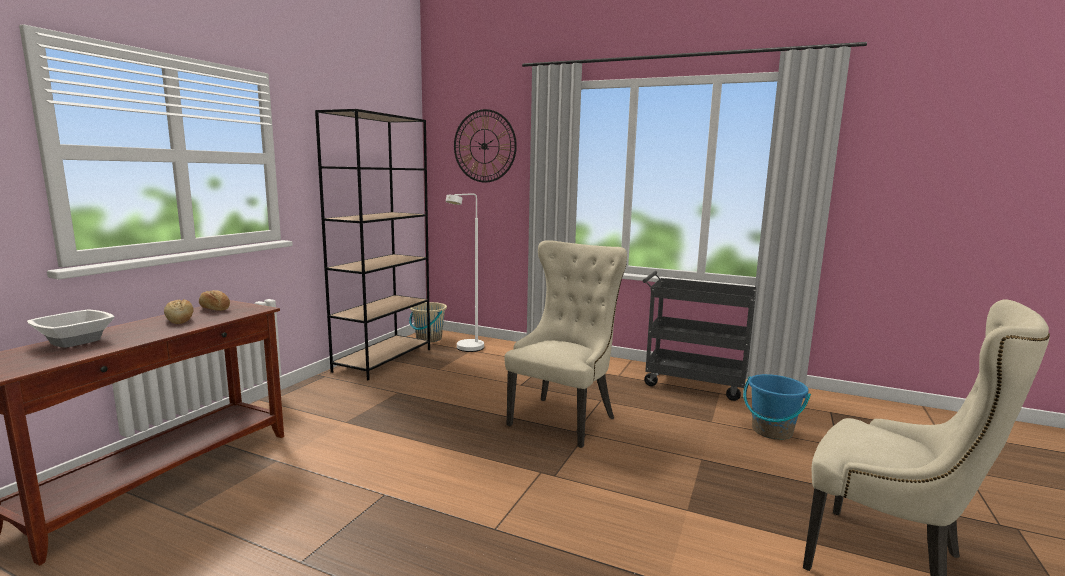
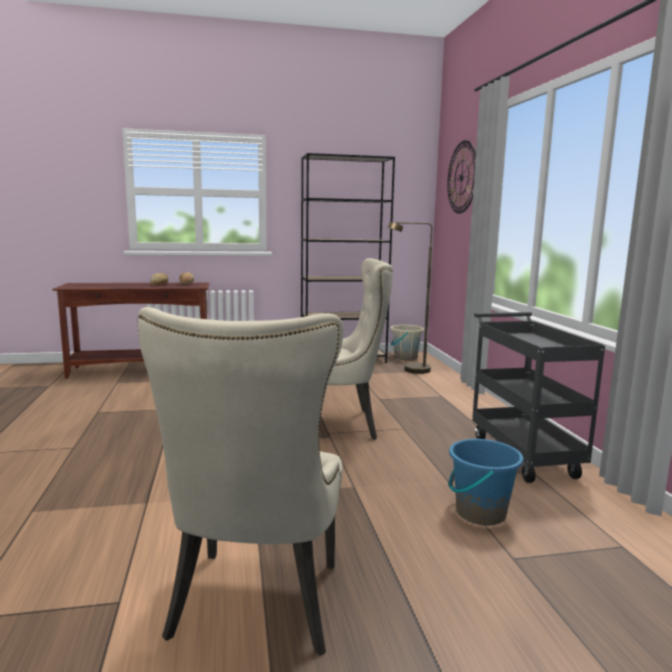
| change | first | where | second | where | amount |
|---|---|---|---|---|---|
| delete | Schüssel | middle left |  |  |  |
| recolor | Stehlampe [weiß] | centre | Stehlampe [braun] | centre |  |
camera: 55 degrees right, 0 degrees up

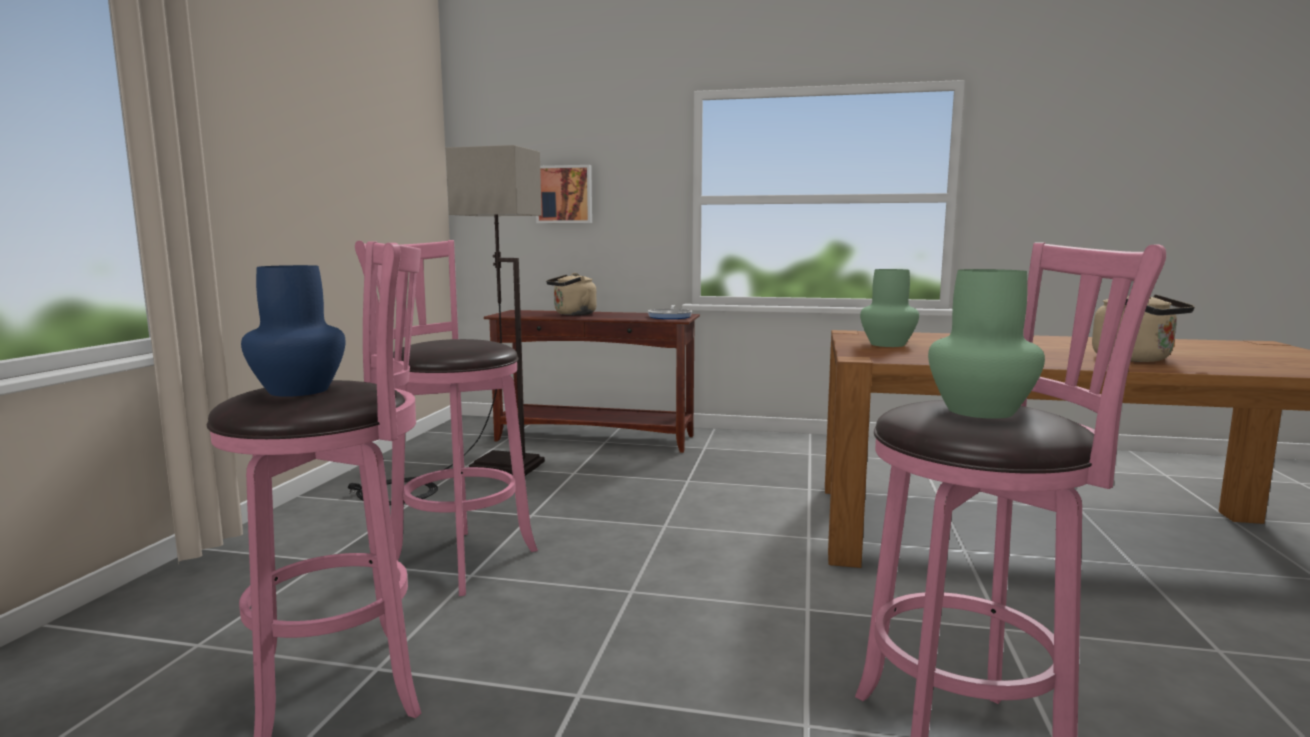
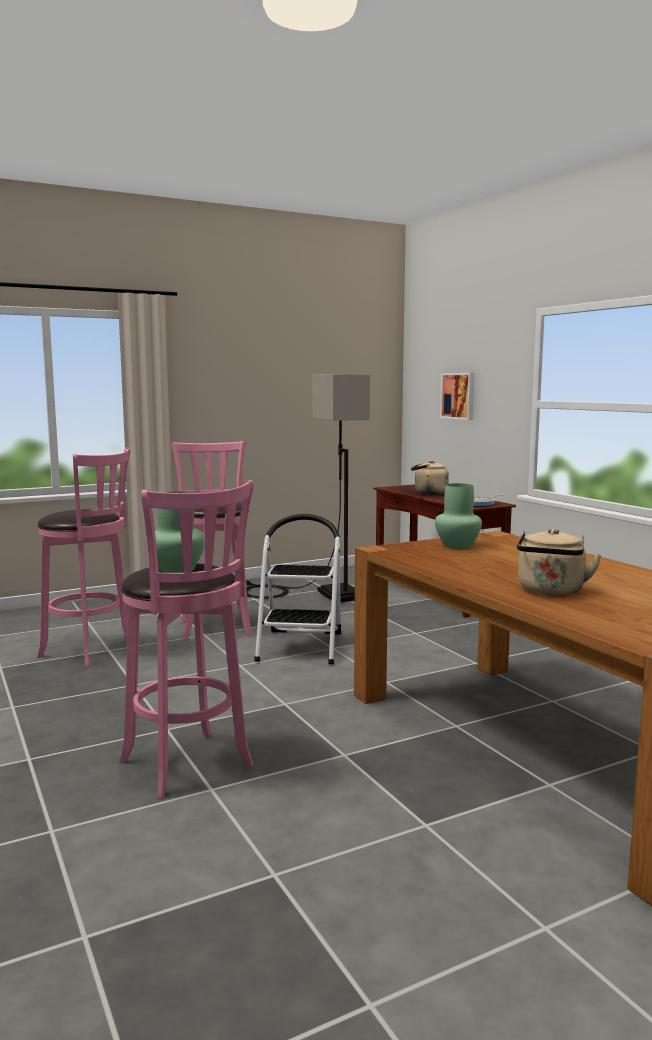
| change | first | where | second | where | amount |
|---|---|---|---|---|---|
| delete | Vase [blau] | middle left |  |  |  |
| insert |  |  | Trittleiter | centre |  |
camera: 50 degrees right, 0 degrees up

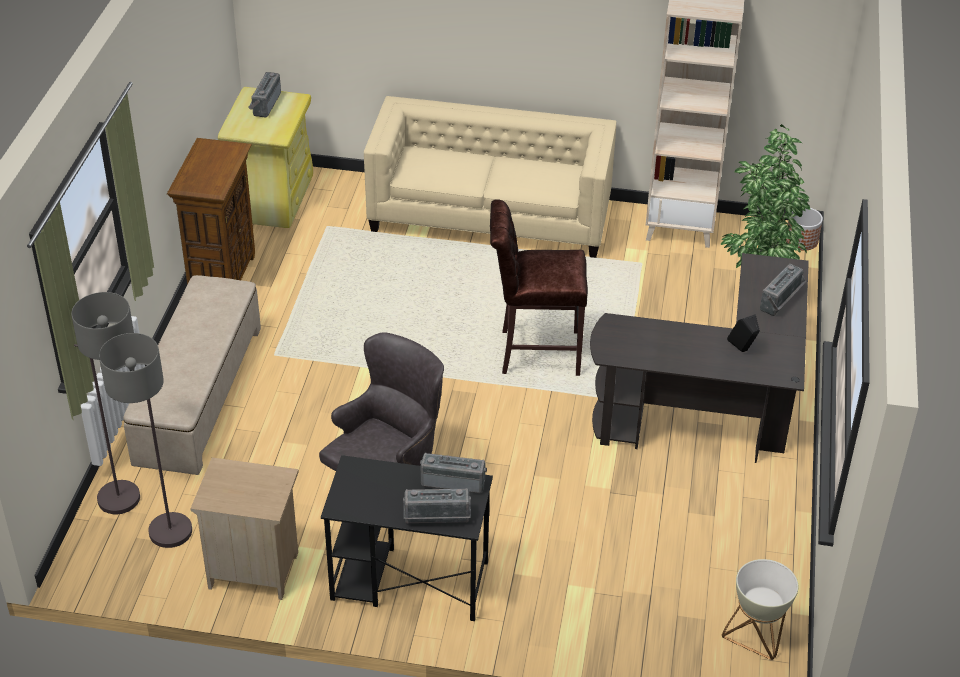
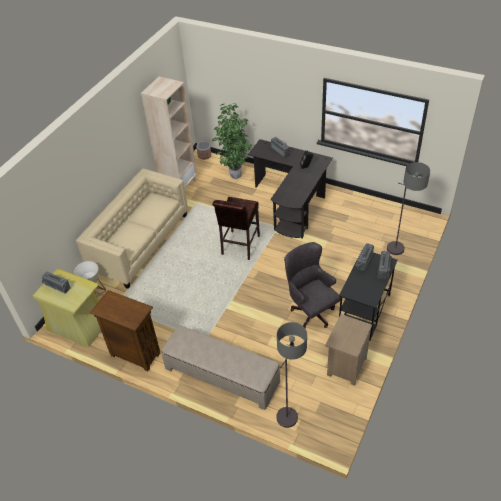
| change | first | where | second | where | amount |
|---|---|---|---|---|---|
| move | Stehlampe [grau] (2nd from left) | middle left |  | middle right |  |
| move | Pflanzkübel (1st from left) | bottom right |  | middle left |  |
camera: 70 degrees left, 5 degrees up

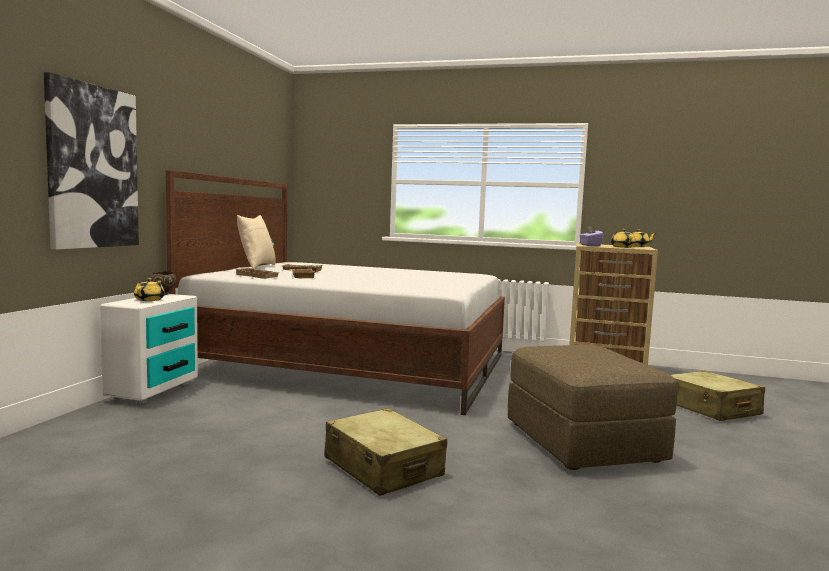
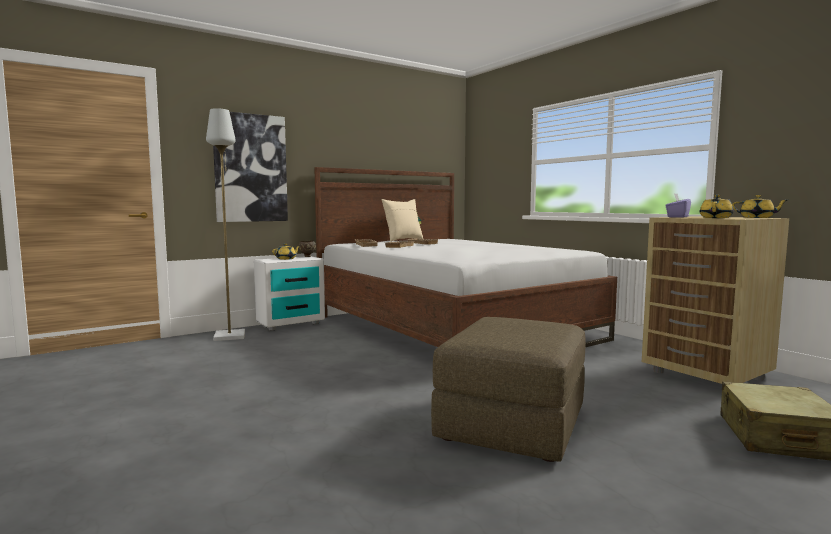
| change | first | where | second | where | amount |
|---|---|---|---|---|---|
| delete | Koffer [beige] (1st from left) | bottom centre |  |  |  |
| insert |  |  | Stehlampe [grau] | middle left |  |
camera: 40 degrees right, 0 degrees up

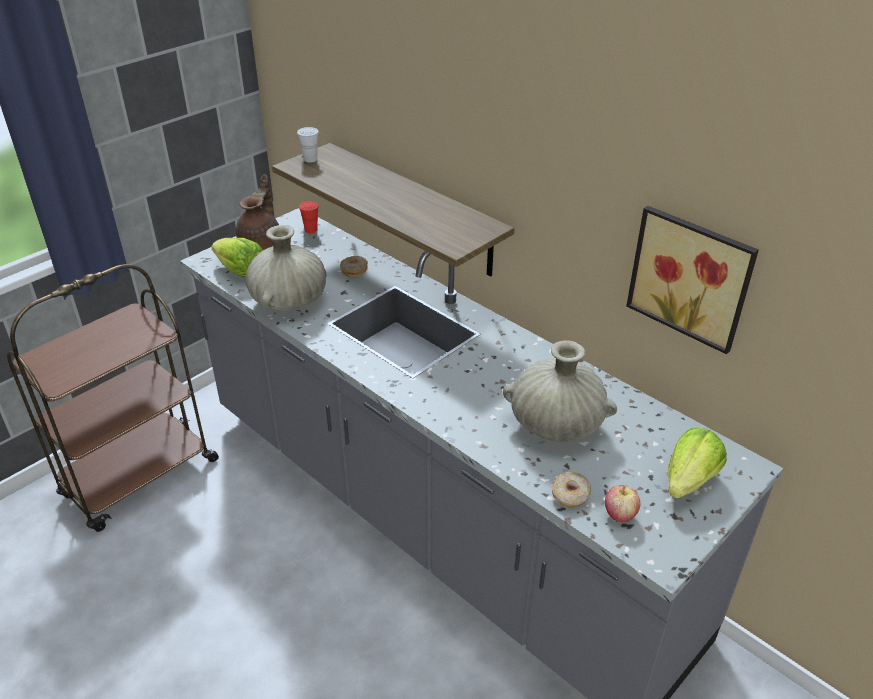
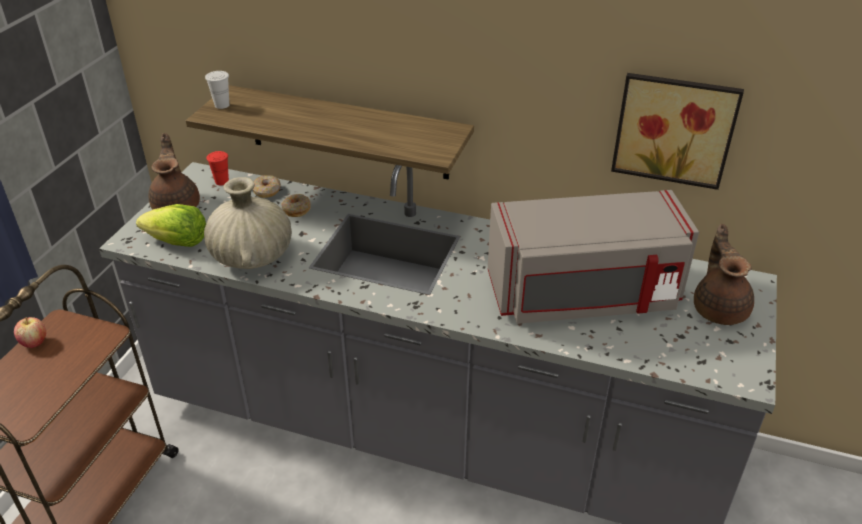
| change | first | where | second | where | amount |
|---|---|---|---|---|---|
| move | Donut (2nd from left in the first image) | bottom centre | Donut (1st from left) | middle left |  |
| move | Apfel | bottom right |  | middle left |  |
| replace | Vase [beige] (2nd from left) | centre | Mikrowelle [grau] | middle right |  |
| replace | Salatkopf (2nd from left) | middle right | Teekanne [braun] (2nd from left) | middle right |  |
camera: 25 degrees left, 0 degrees up

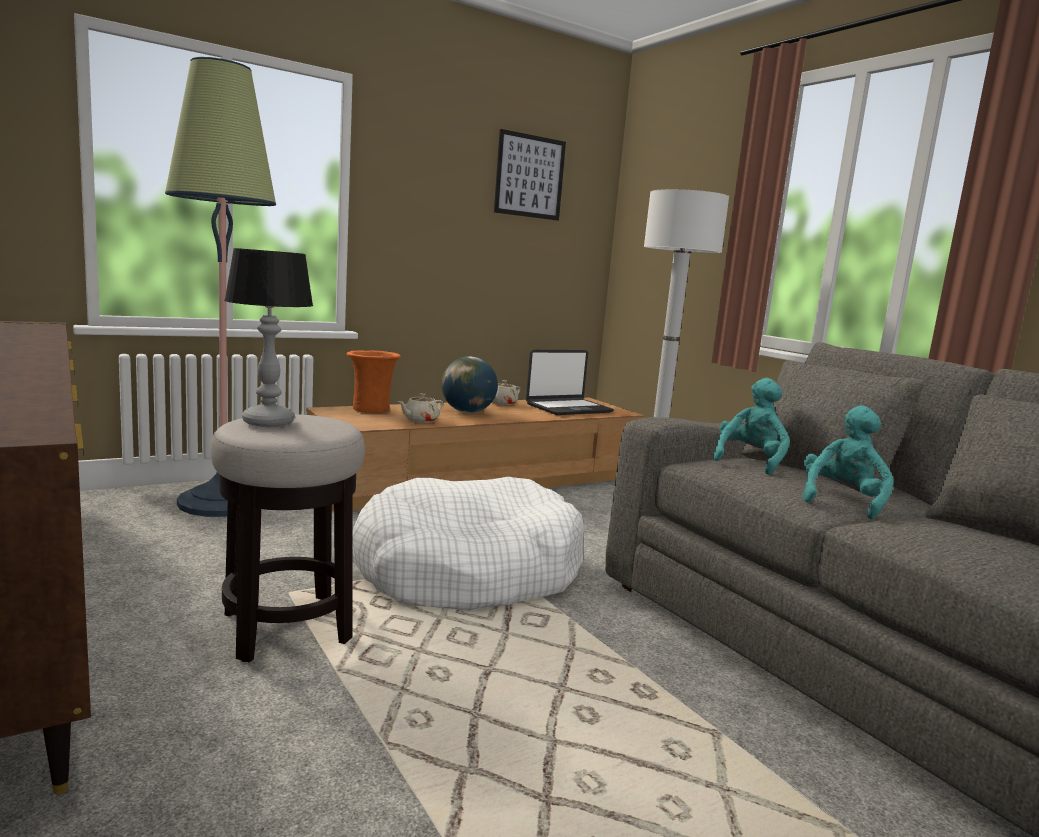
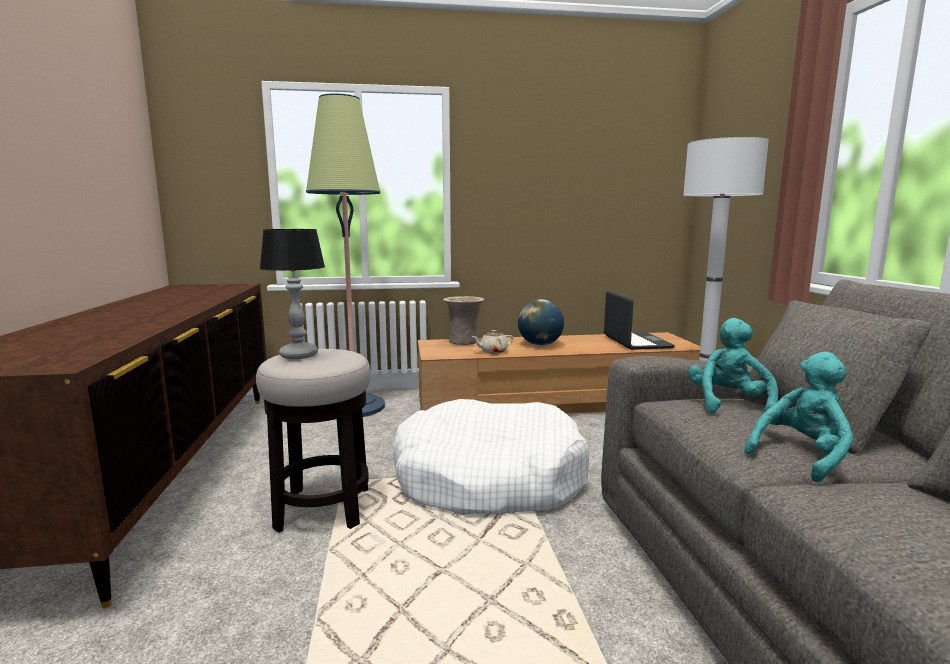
| change | first | where | second | where | amount |
|---|---|---|---|---|---|
| delete | Teekanne [beige] (2nd from left) | centre |  |  |  |
| delete | Bild | top centre |  |  |  |
| recolor | Vase [orange] | centre | Vase [beige] | centre |  |
| rotate | Laptop | centre |  | middle right | 90 degrees counterclockwise |
| rotate | Plüschtier [türkis] (1st from left) | middle right |  | middle right | 45 degrees counterclockwise |
camera: 25 degrees right, 0 degrees up

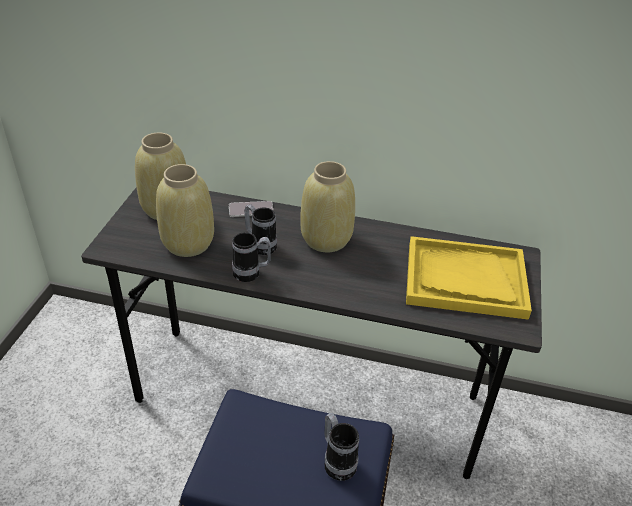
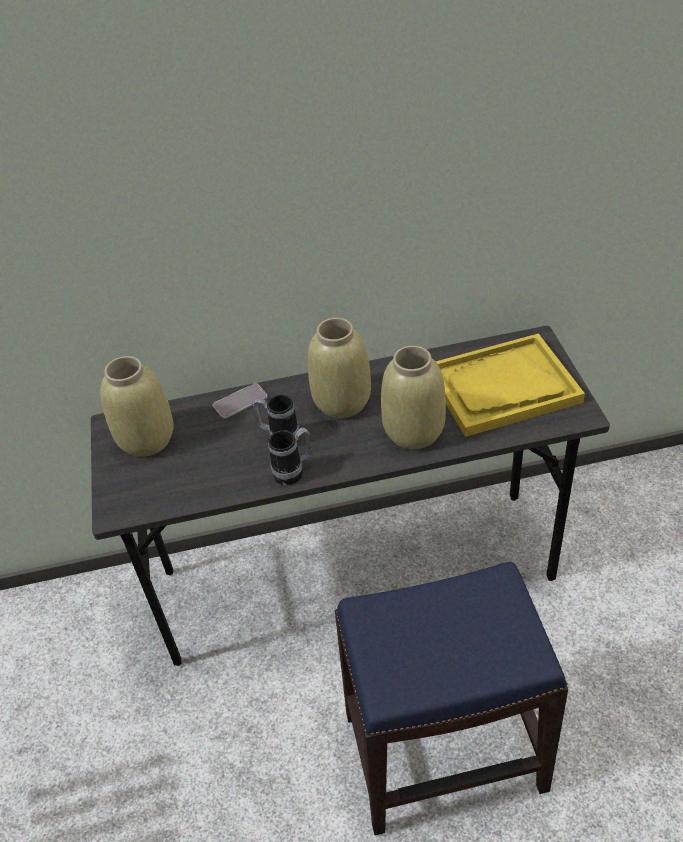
| change | first | where | second | where | amount |
|---|---|---|---|---|---|
| delete | Henkelbecher (3rd from left) | bottom centre |  |  |  |
| move | Vase [beige] (2nd from left in the first image) | middle left | Vase [beige] (3rd from left) | centre |  |
camera: 20 degrees left, 5 degrees up

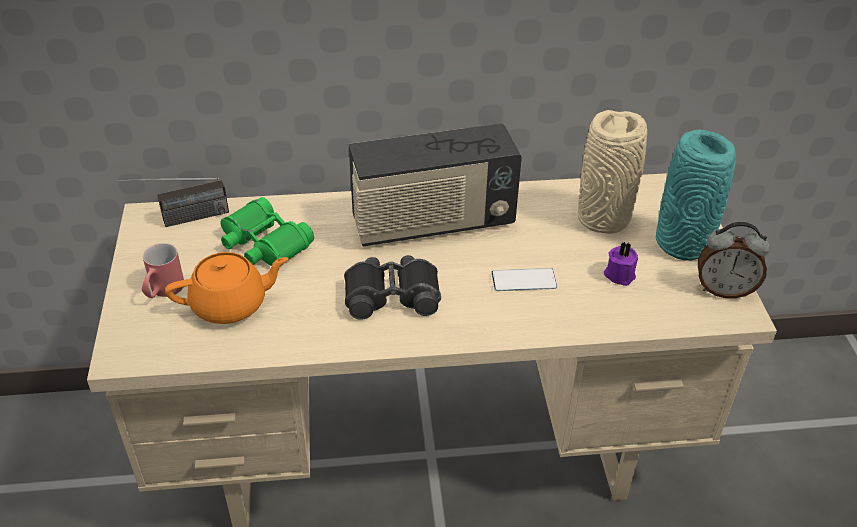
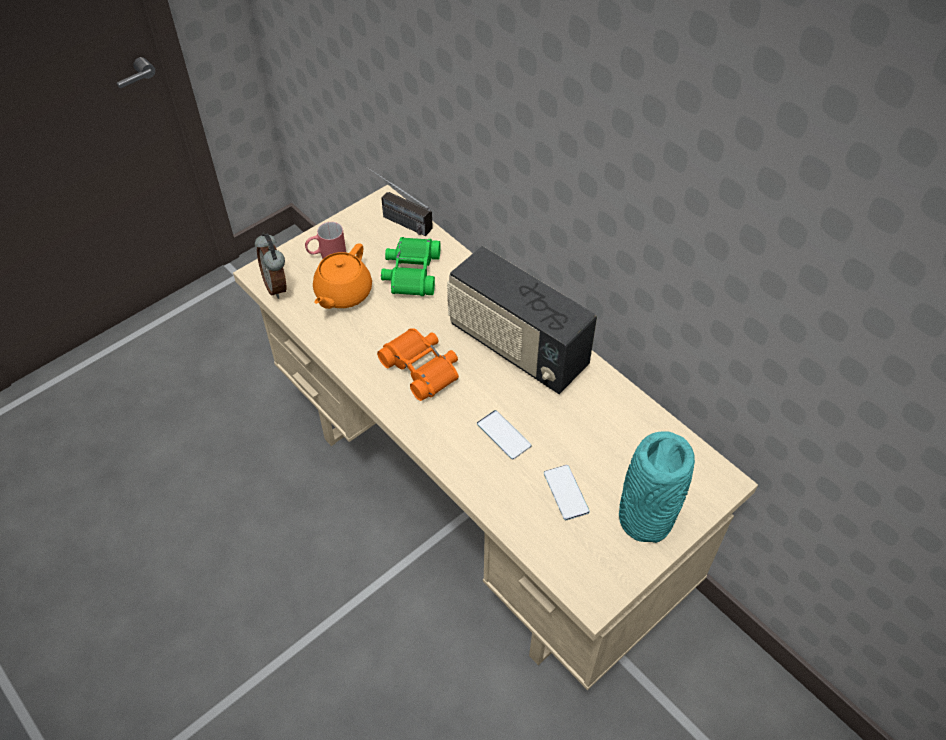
| change | first | where | second | where | amount |
|---|---|---|---|---|---|
| delete | Vase [beige] | top right |  |  |  |
| move | Wecker | middle right |  | middle left |  |
| replace | Kerze [lila] | middle right | Handy (2nd from left) | centre |  |
| recolor | Fernglas [schwarz] | centre | Fernglas [orange] | centre |  |
| rotate | Teekanne [orange] | middle left |  | centre | 75 degrees clockwise |
camera: 55 degrees right, 10 degrees up

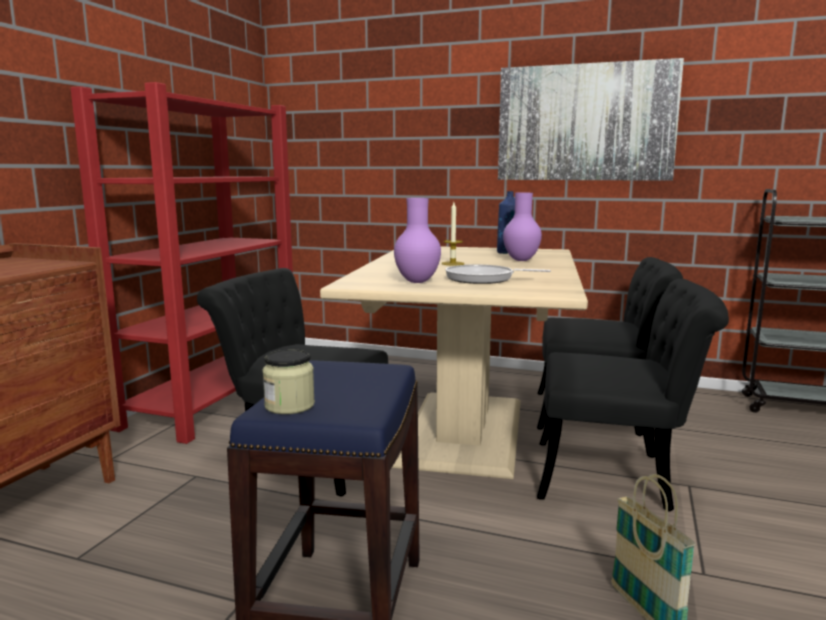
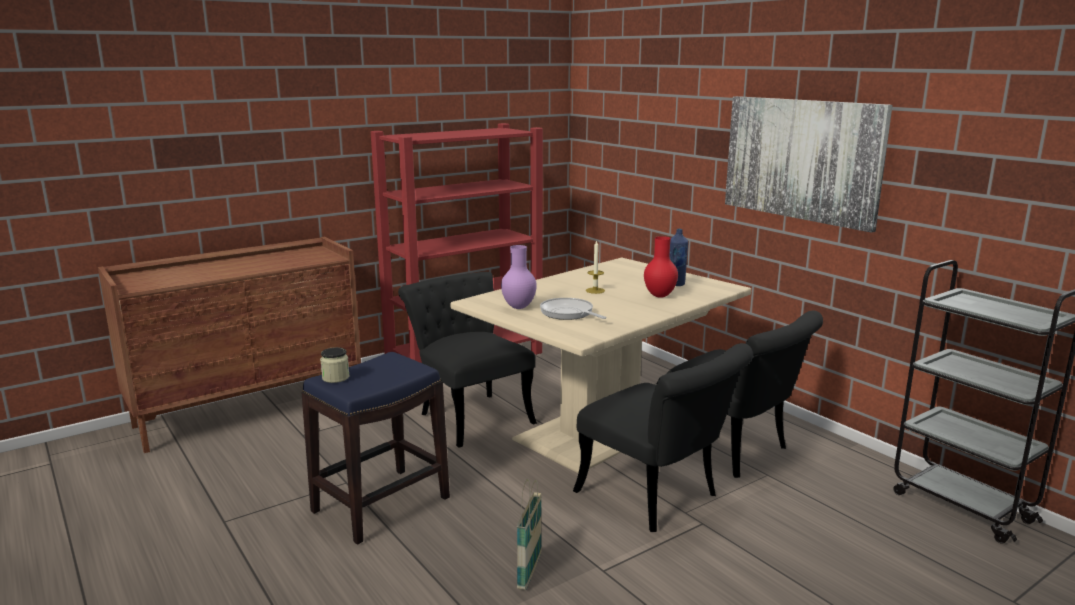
| change | first | where | second | where | amount |
|---|---|---|---|---|---|
| recolor | Vase [lila] (2nd from left) | centre | Vase [rot] | centre |  |
camera: 35 degrees right, 5 degrees up

